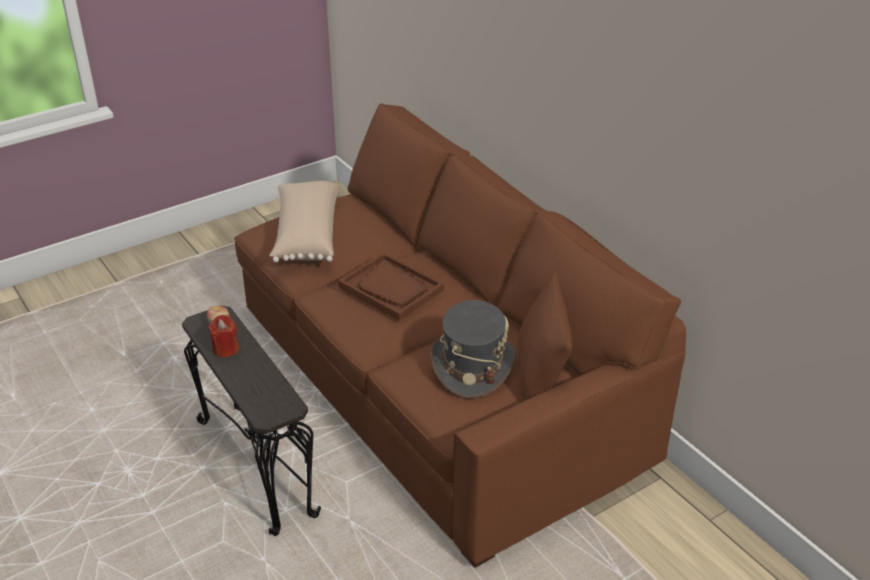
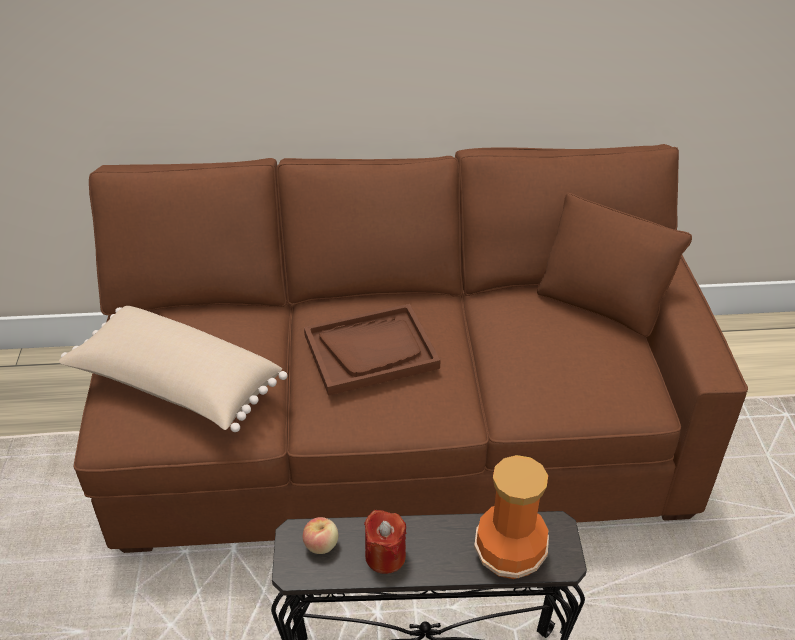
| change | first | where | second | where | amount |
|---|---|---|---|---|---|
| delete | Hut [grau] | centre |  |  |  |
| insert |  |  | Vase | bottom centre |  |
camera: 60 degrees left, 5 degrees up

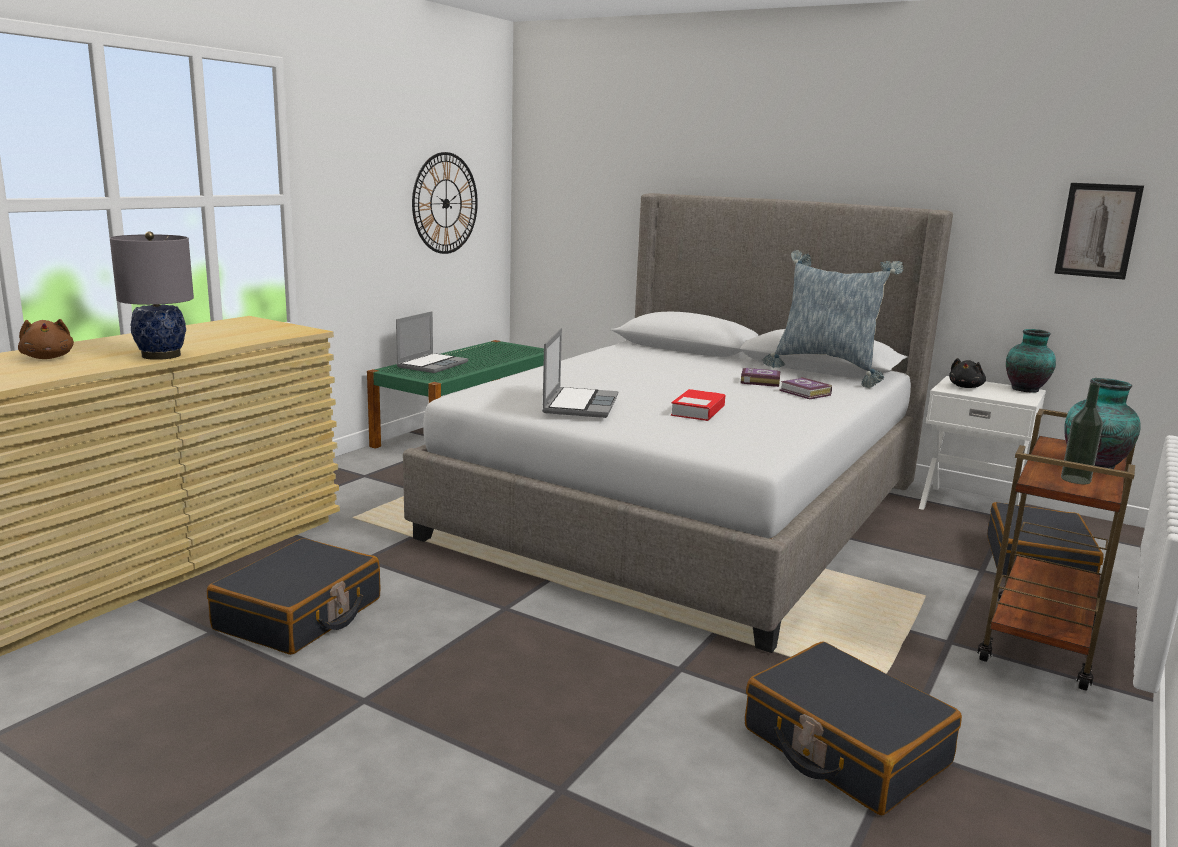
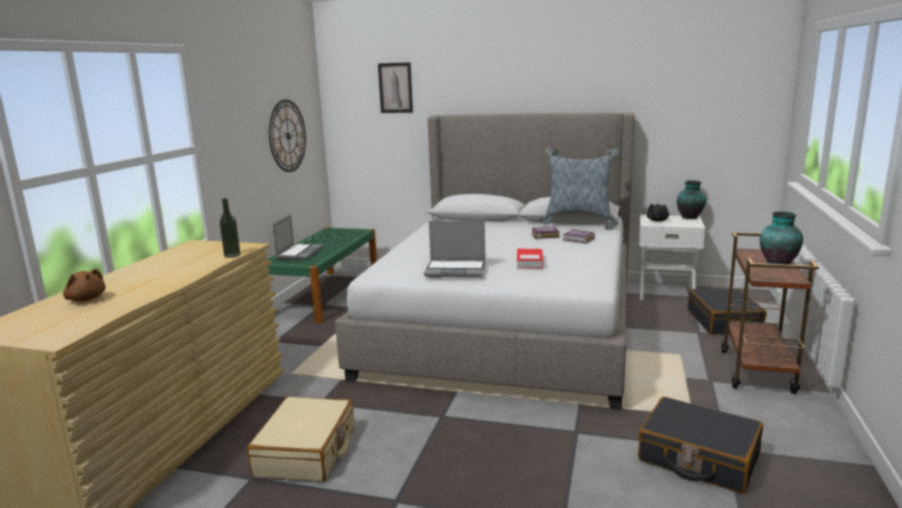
| change | first | where | second | where | amount |
|---|---|---|---|---|---|
| delete | Tischlampe [grau] | middle left |  |  |  |
| move | Bild | top right |  | top centre |  |
| move | Flasche | middle right |  | middle left |  |
| recolor | Koffer [schwarz] (1st from left) | bottom left | Koffer [beige] | bottom left |  |
| rotate | Laptop (2nd from left) | centre |  | centre | 105 degrees clockwise |
camera: 15 degrees left, 0 degrees up

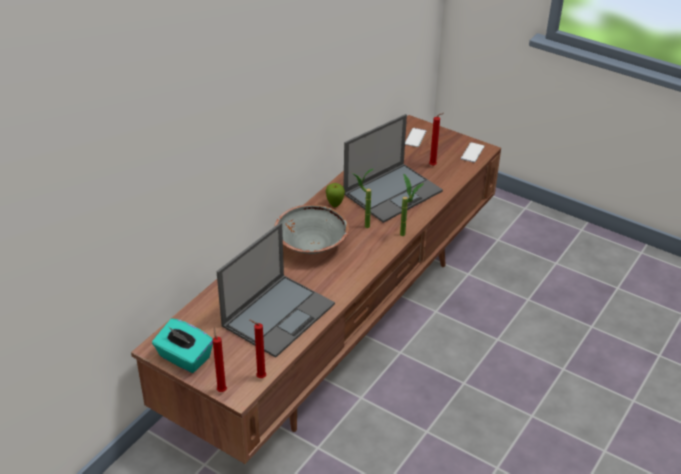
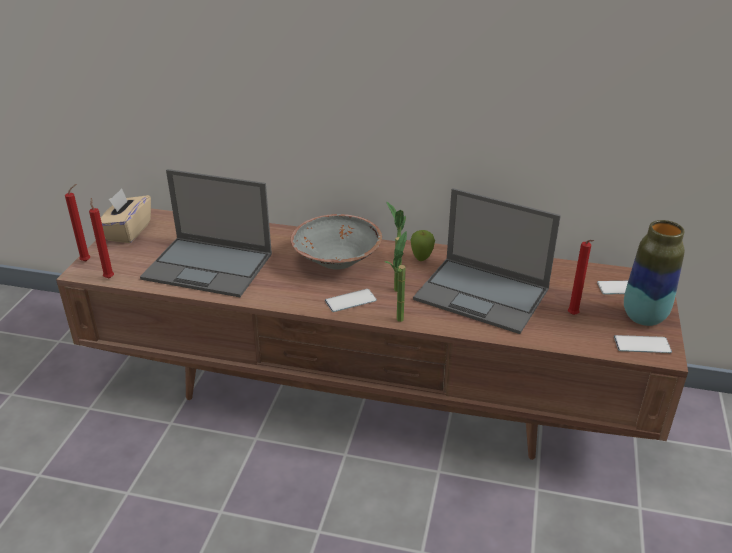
| change | first | where | second | where | amount |
|---|---|---|---|---|---|
| insert |  |  | Handy (1st from left) | centre |  |
| insert |  |  | Vase | middle right |  |
| recolor | Taschentuchbox [türkis] | bottom left | Taschentuchbox [beige] | middle left |  |
camera: 70 degrees right, 5 degrees down

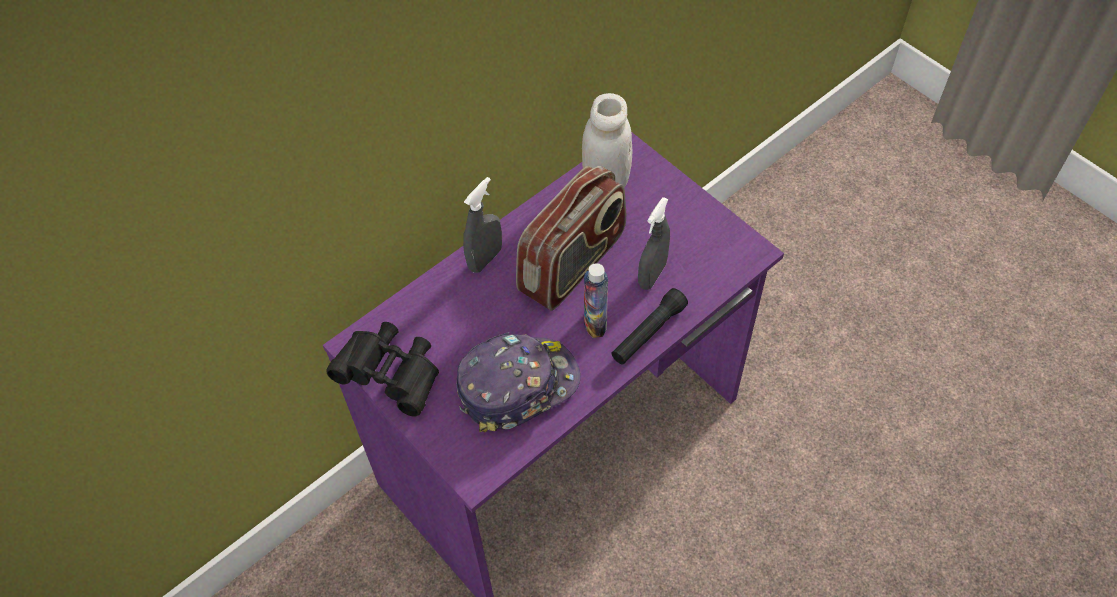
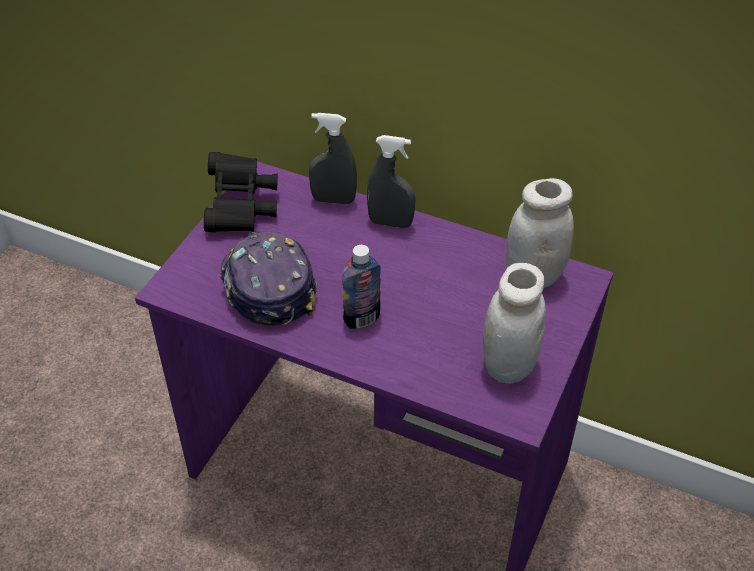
| change | first | where | second | where | amount |
|---|---|---|---|---|---|
| delete | Radio | centre |  |  |  |
| delete | Taschenlampe [schwarz] | centre |  |  |  |
| insert |  |  | Vorratsglas [weiß] (1st from left) | middle right |  |
| move | Sprühflasche [grau] (2nd from left in the first image) | centre | Sprühflasche [grau] (1st from left) | top centre |  |
| rotate | Kappe | centre |  | centre | 150 degrees counterclockwise |
camera: 65 degrees right, 10 degrees down

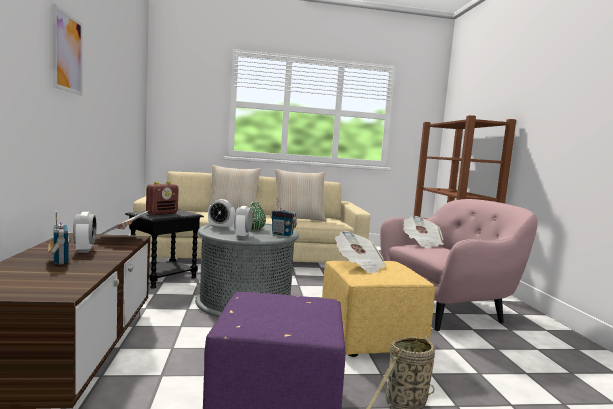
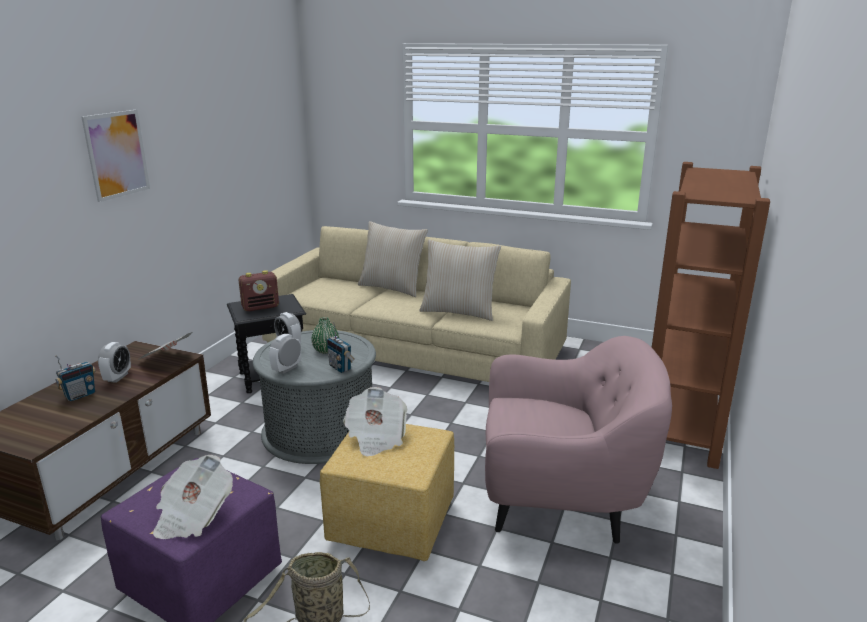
| change | first | where | second | where | amount |
|---|---|---|---|---|---|
| move | Zeitung (3rd from left in the first image) | middle right | Zeitung (2nd from left) | bottom left |  |
| rotate | Radio (1st from left) | middle left |  | middle left | 45 degrees clockwise |
camera: 30 degrees right, 15 degrees up

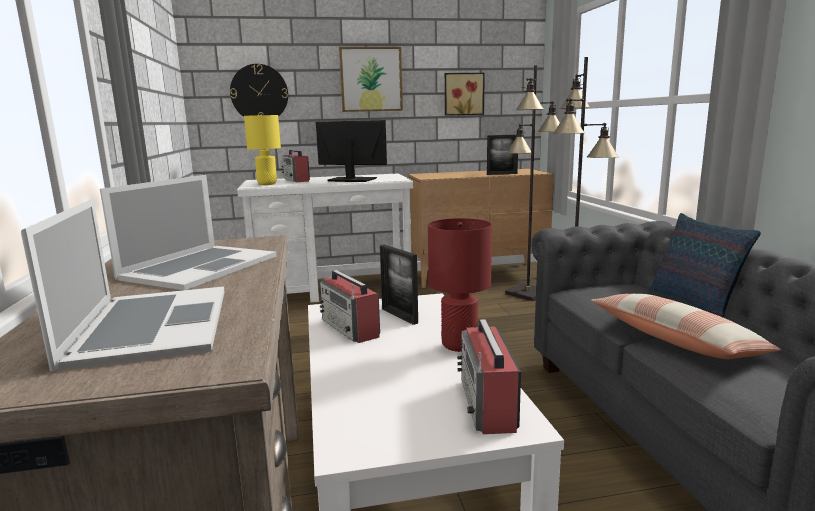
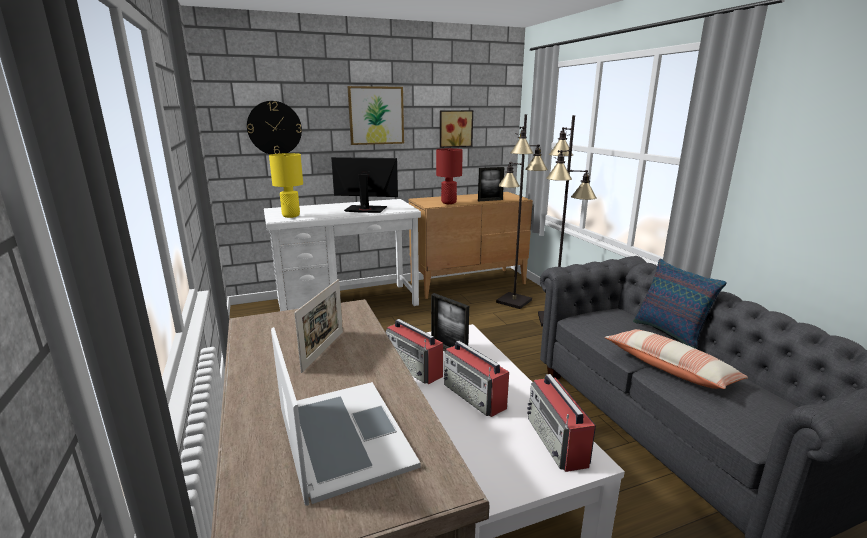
| change | first | where | second | where | amount |
|---|---|---|---|---|---|
| move | Radio (1st from left in the first image) | top centre | Radio (2nd from left) | bottom centre |  |
| move | Tischlampe [rot] | centre |  | top centre |  |
| replace | Laptop (2nd from left) | middle left | Bilderrahmen (1st from left) | centre |  |
camera: 10 degrees left, 5 degrees up

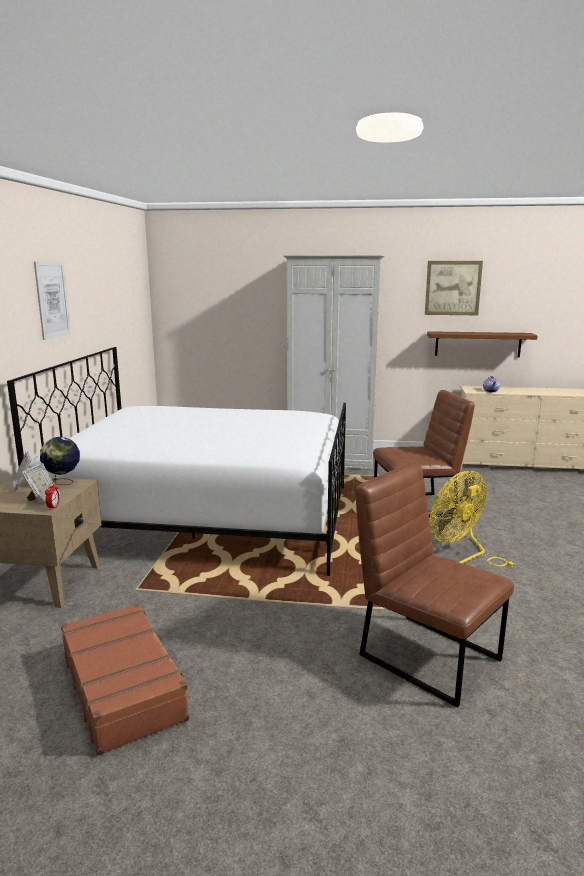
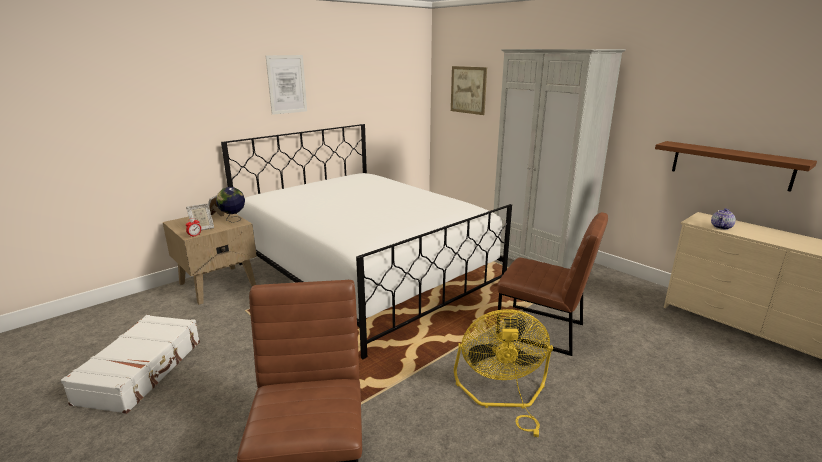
| change | first | where | second | where | amount |
|---|---|---|---|---|---|
| move | Bild (2nd from left) | top right |  | top centre |  |
| recolor | Koffer [braun] | bottom left | Koffer [weiß] | bottom left |  |
camera: 40 degrees right, 5 degrees up

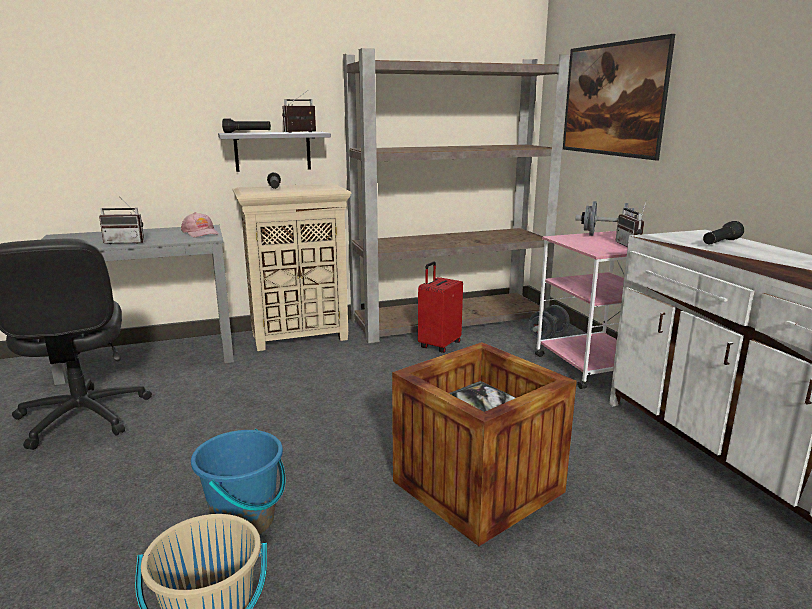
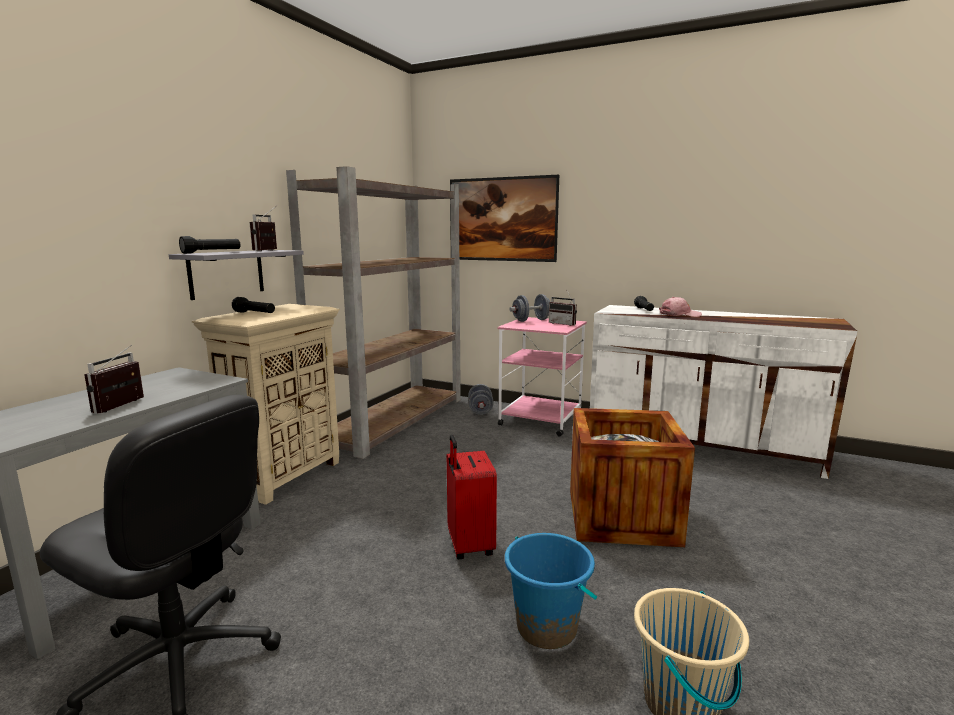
| change | first | where | second | where | amount |
|---|---|---|---|---|---|
| move | Kappe [rosa] | middle left |  | middle right |  |
| move | Koffer [rot] | centre |  | bottom centre |  |
| rotate | Radio (1st from left) | middle left |  | middle left | 150 degrees clockwise |
camera: 45 degrees left, 5 degrees down

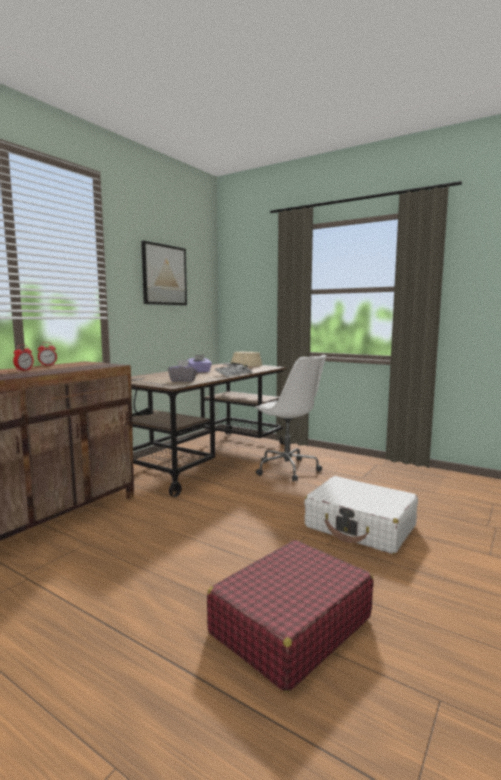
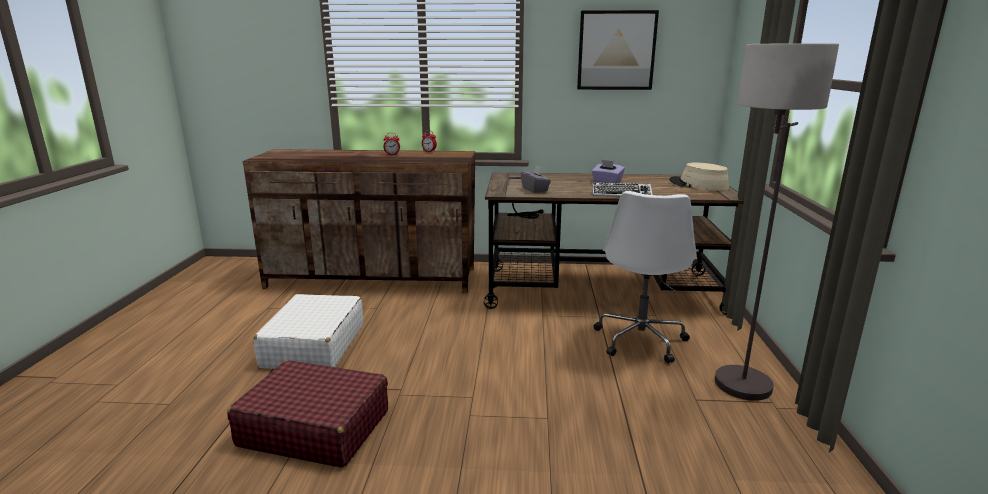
| change | first | where | second | where | amount |
|---|---|---|---|---|---|
| insert |  |  | Stehlampe [grau] | middle right |  |
| move | Koffer [weiß] | middle right |  | bottom left |  |
camera: 60 degrees right, 10 degrees up

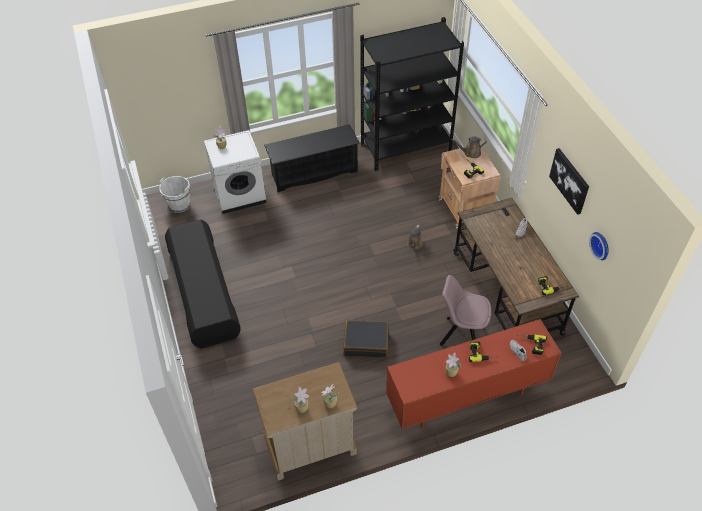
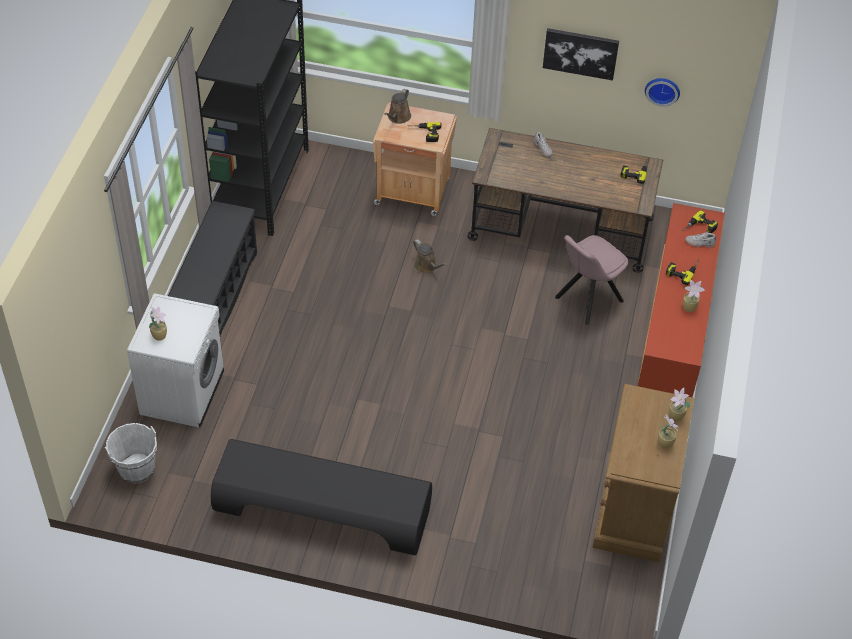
| change | first | where | second | where | amount |
|---|---|---|---|---|---|
| delete | Koffer [schwarz] | centre |  |  |  |
camera: 60 degrees left, 0 degrees up

